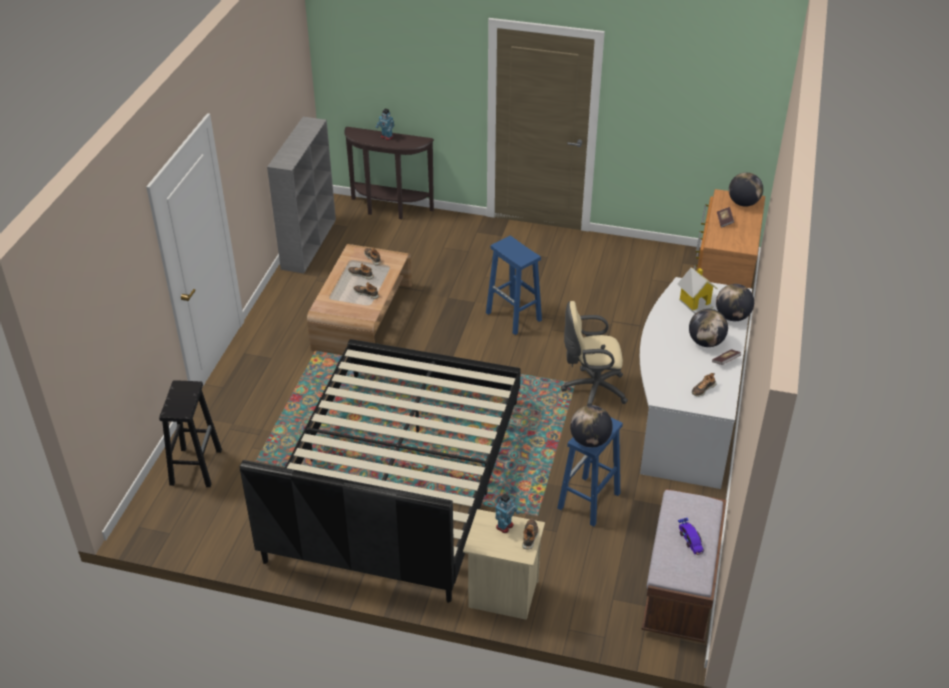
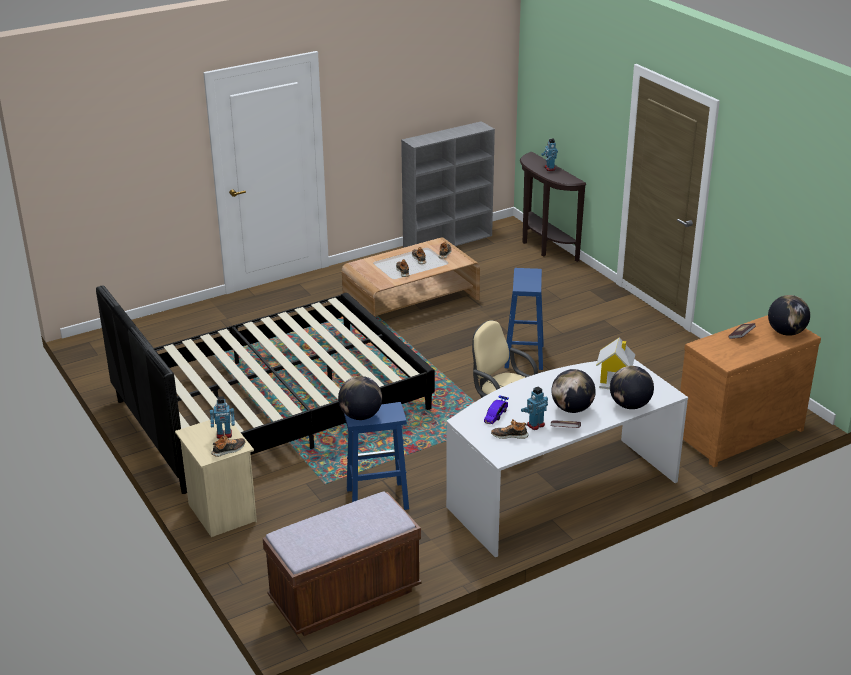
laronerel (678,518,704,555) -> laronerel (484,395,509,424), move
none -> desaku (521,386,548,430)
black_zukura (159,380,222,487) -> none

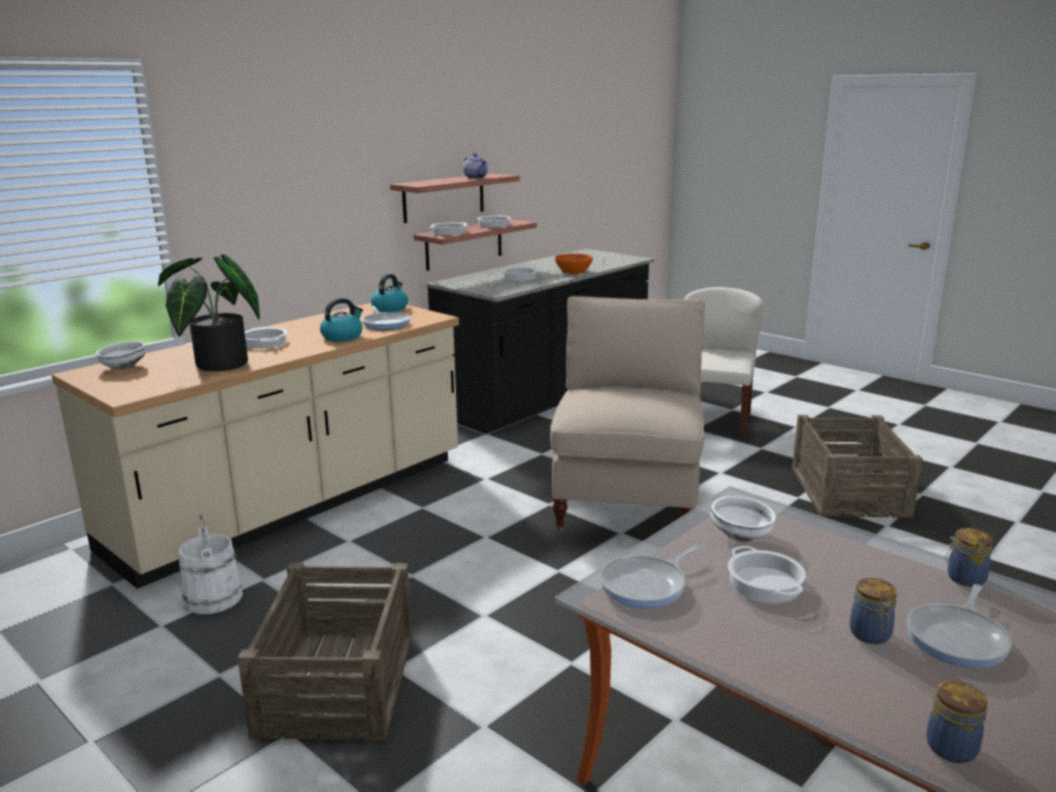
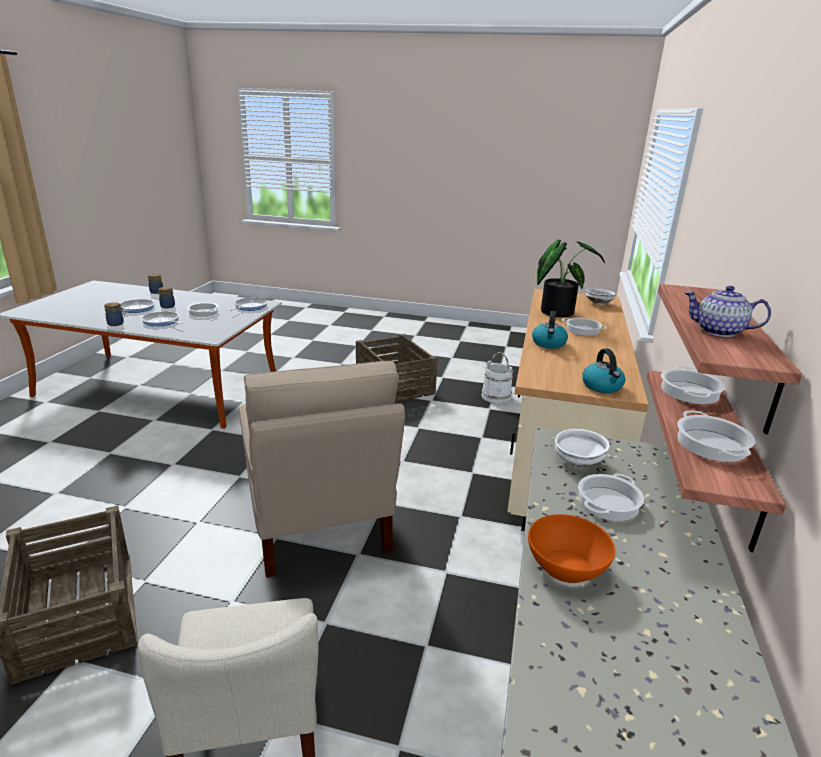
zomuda (362,306,410,330) -> zomuda (141,311,183,327), move
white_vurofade (710,496,776,542) -> white_vurofade (555,429,610,467), move

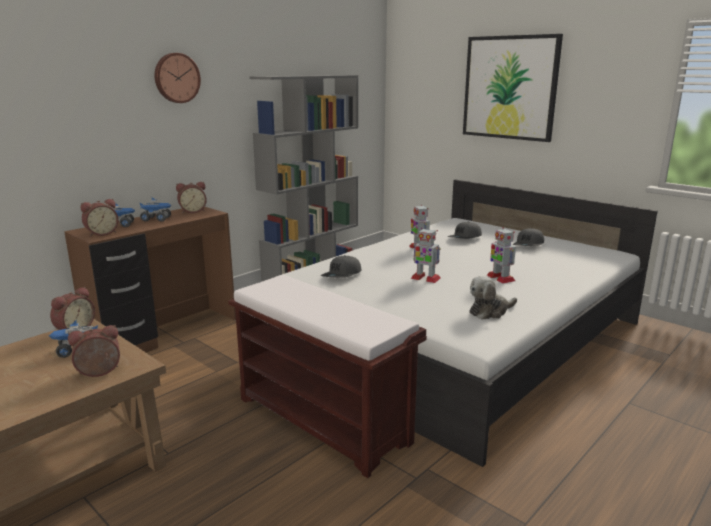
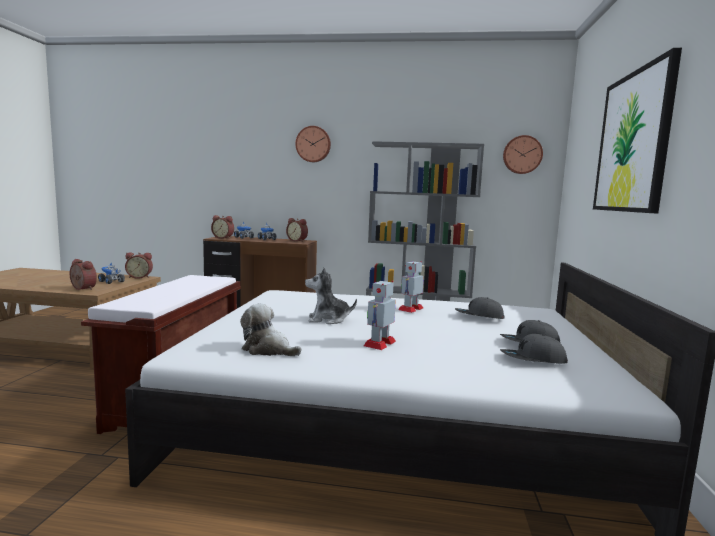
desaku (411,228,440,283) -> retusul (305,267,357,324)
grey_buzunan (321,255,362,278) -> grey_buzunan (500,334,568,363), move
none -> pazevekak (503,135,543,174)

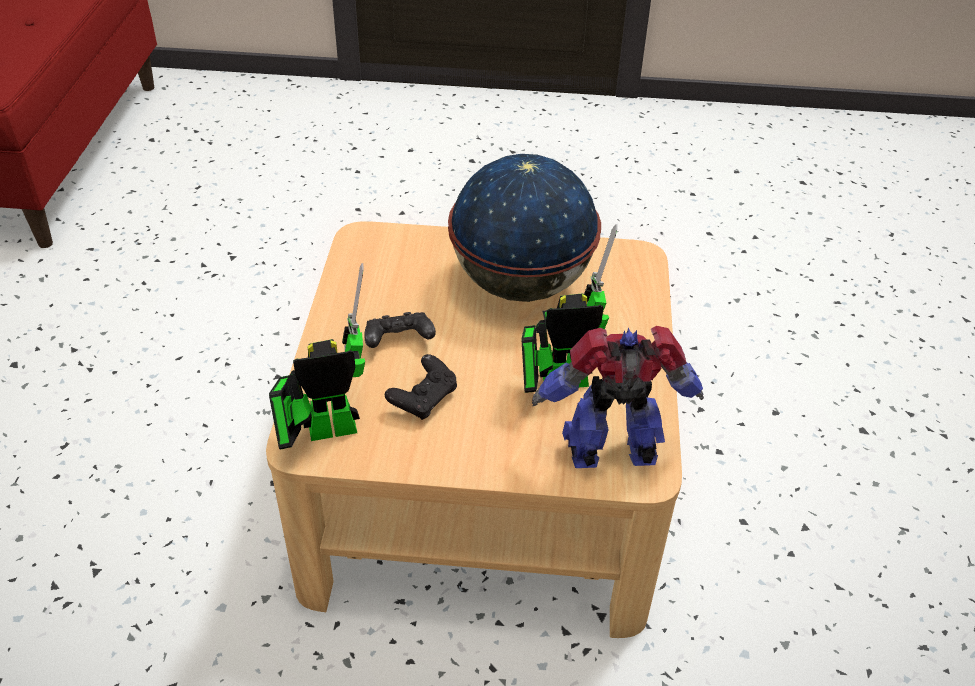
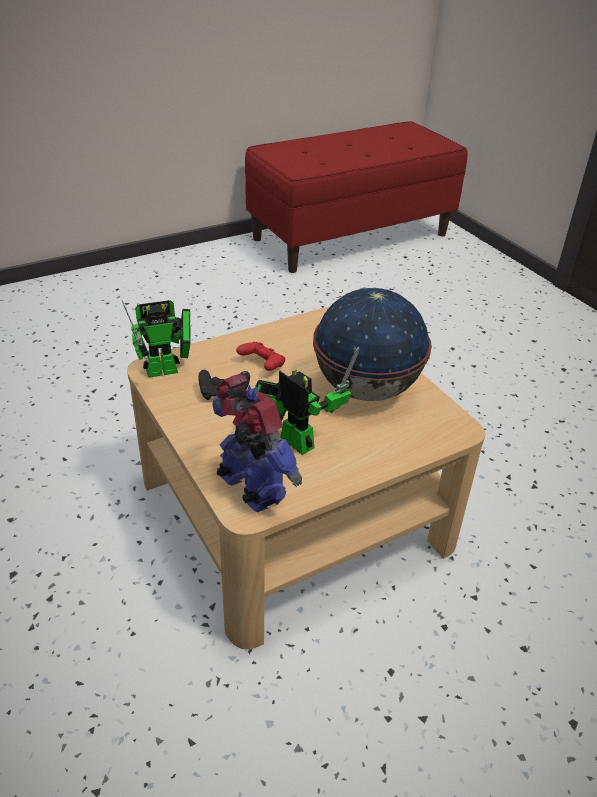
desaku (269,263,365,450) -> desaku (122,300,191,378), 120 degrees clockwise
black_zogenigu (364,312,436,348) -> red_zogenigu (236,342,285,371)

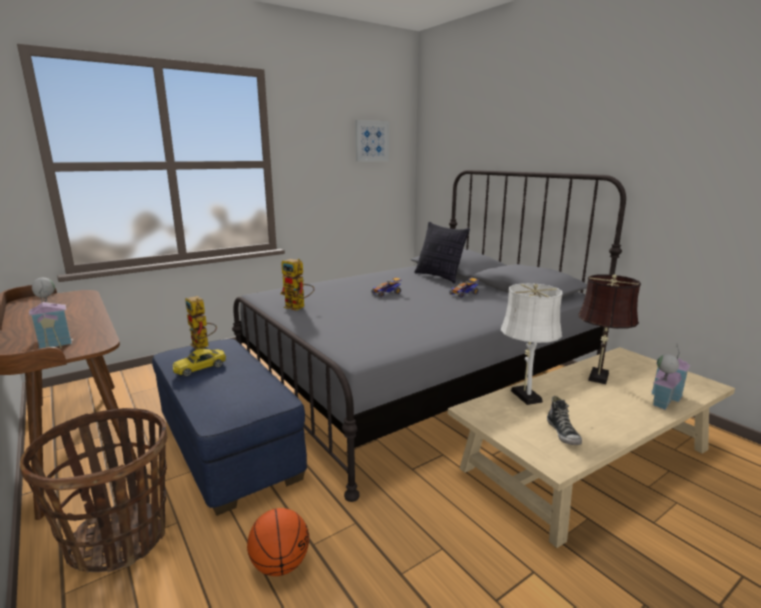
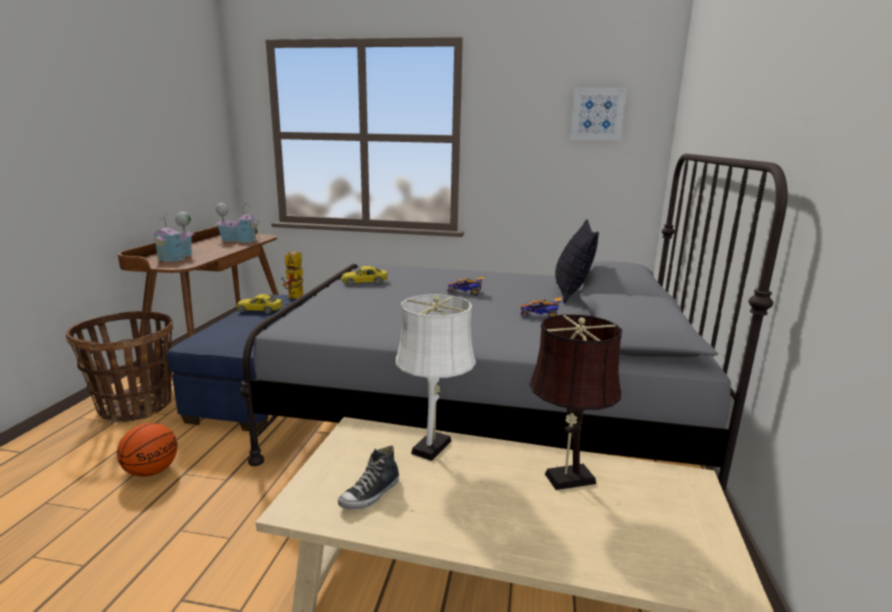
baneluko (651,344,690,410) -> baneluko (216,201,260,243), move
desaku (281,259,314,311) -> yellow_laronerel (341,266,387,286)

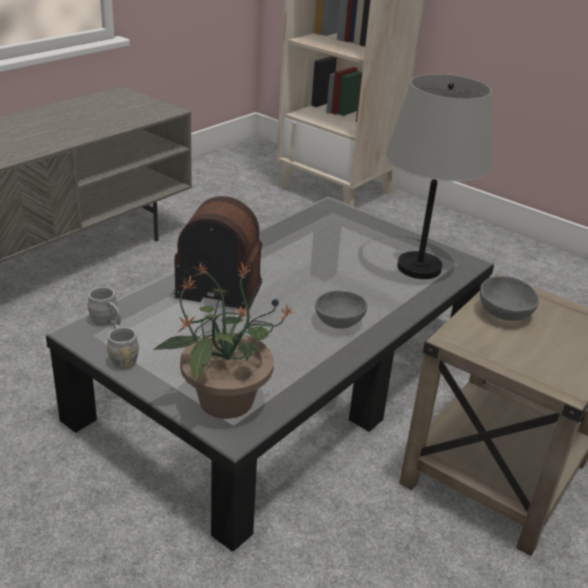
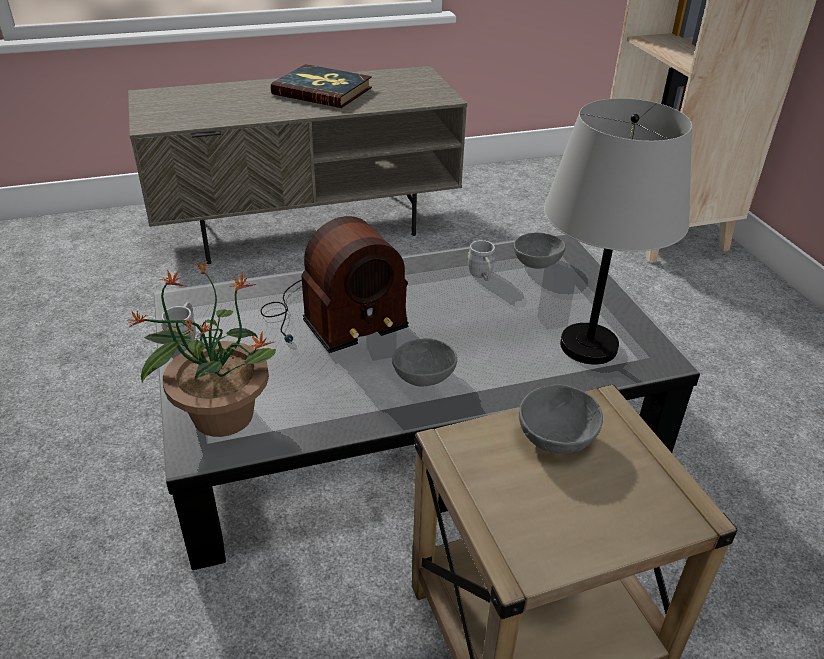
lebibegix (174,196,279,338) -> lebibegix (260,216,409,353), 105 degrees clockwise
none -> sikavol (271,64,372,108)
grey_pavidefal (87,287,121,326) -> grey_pavidefal (467,240,496,281), move
none -> grey_vurofade (514,232,566,269)

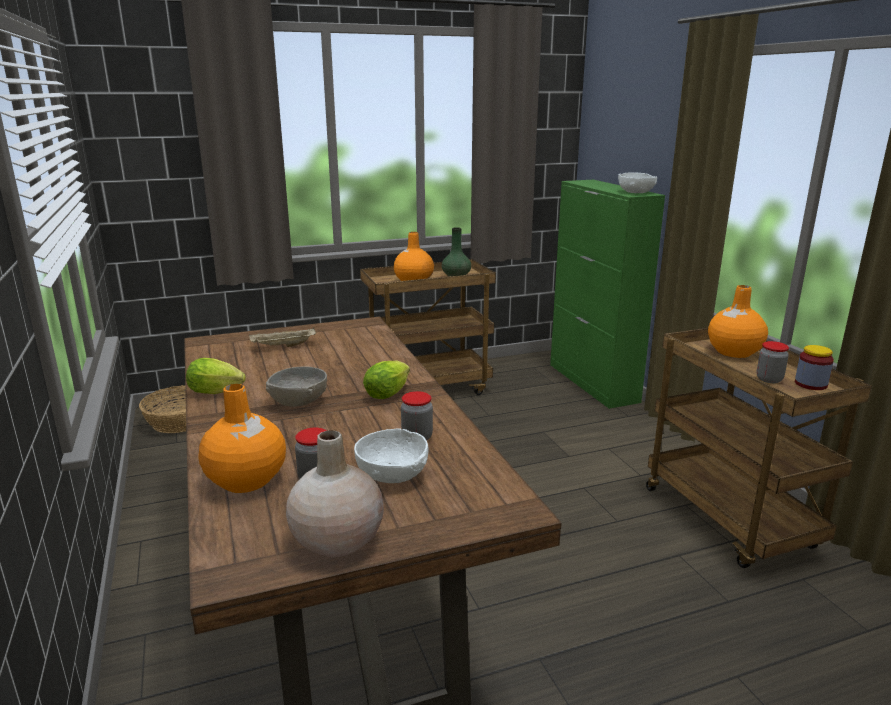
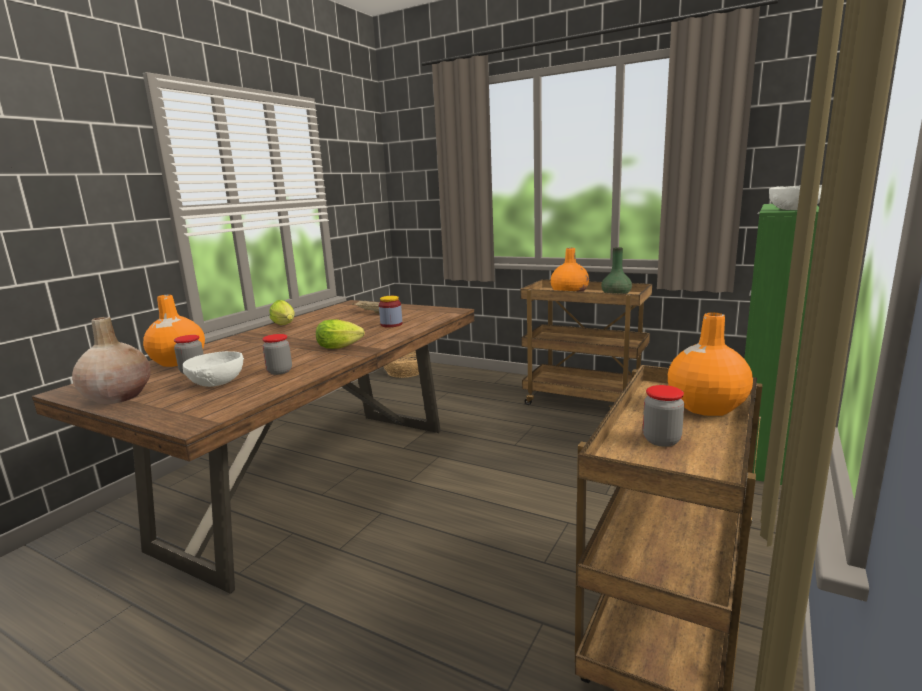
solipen (795,345,834,390) -> solipen (379,296,402,327), move
grey_vurofade (266,366,327,407) -> none

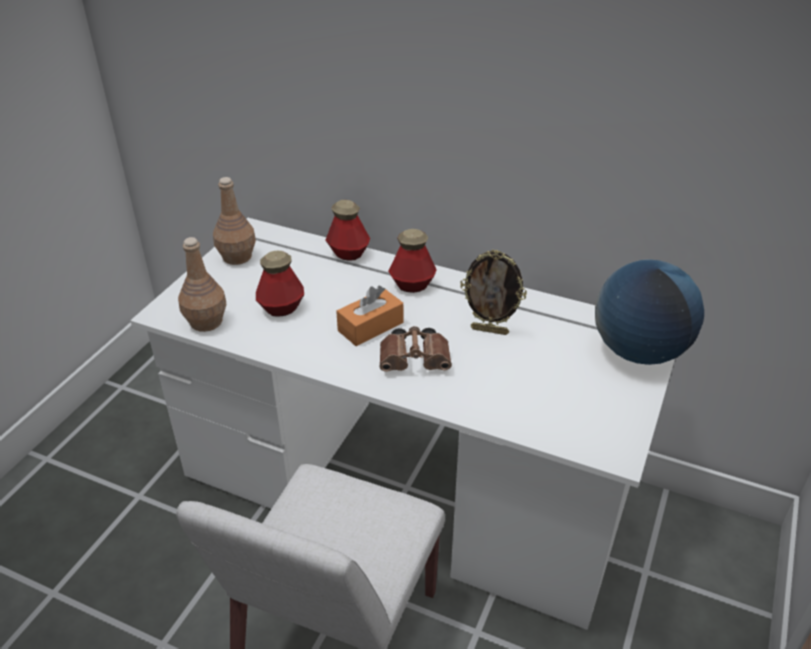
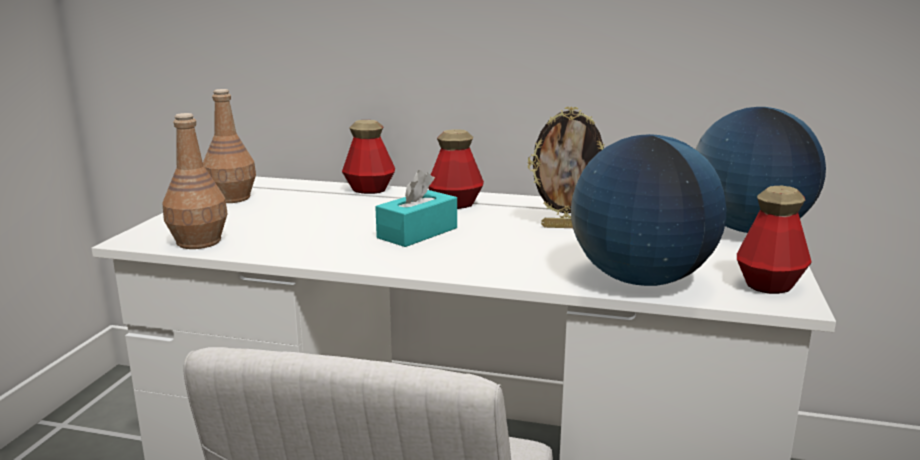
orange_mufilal (336,285,403,346) -> turquoise_mufilal (375,170,457,247)
none -> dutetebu (571,134,726,286)
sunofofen (256,251,304,317) -> sunofofen (737,186,812,294), move
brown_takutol (379,326,452,372) -> none

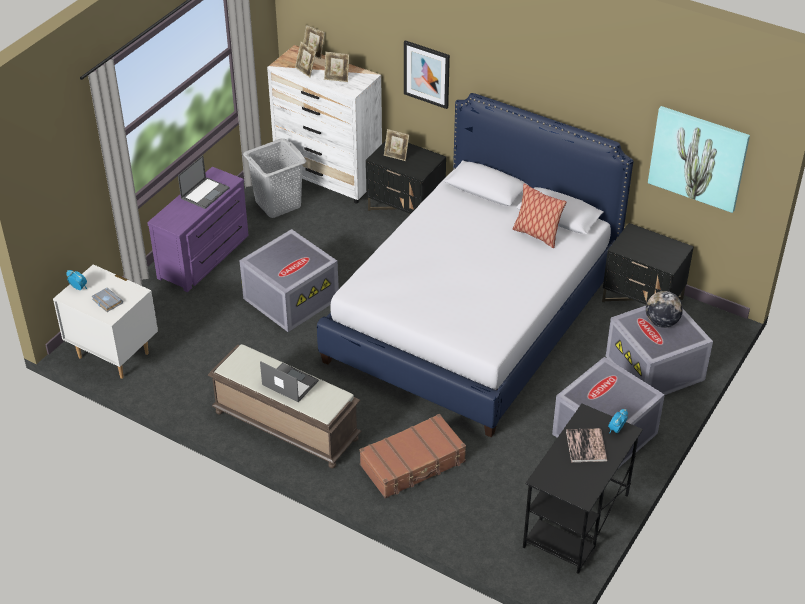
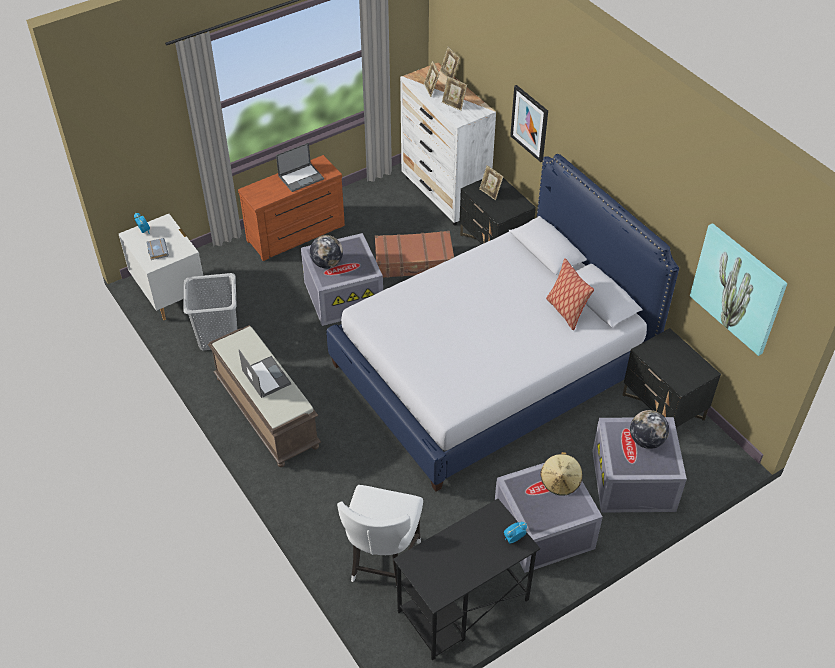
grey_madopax (243,138,306,218) -> grey_madopax (183,273,237,350), move
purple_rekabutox (147,167,249,292) -> brown_rekabutox (238,155,345,261)
none -> dutetebu (310,235,343,268)
none -> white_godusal (337,485,423,585)
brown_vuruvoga (359,414,466,498) -> brown_vuruvoga (375,231,454,278), move
none -> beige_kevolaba (541,452,582,496)
sikavol (566,428,607,463) -> none

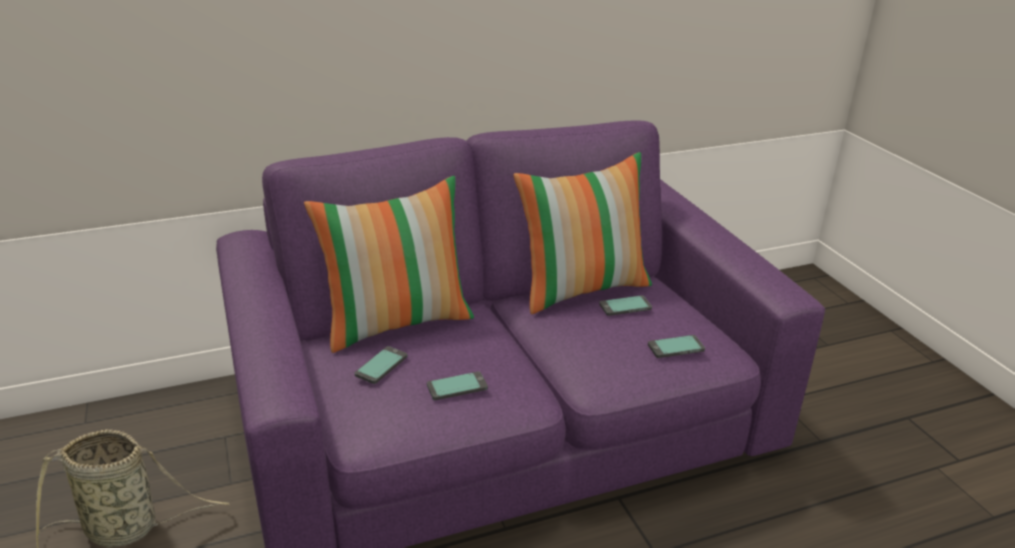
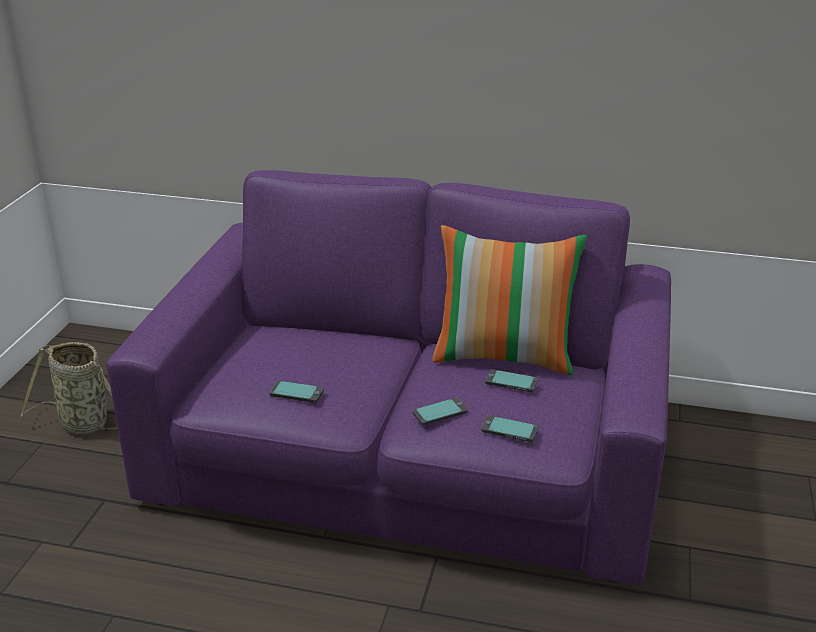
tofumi (355,346,407,384) -> tofumi (412,398,468,425), move
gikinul (304,176,474,353) -> none

